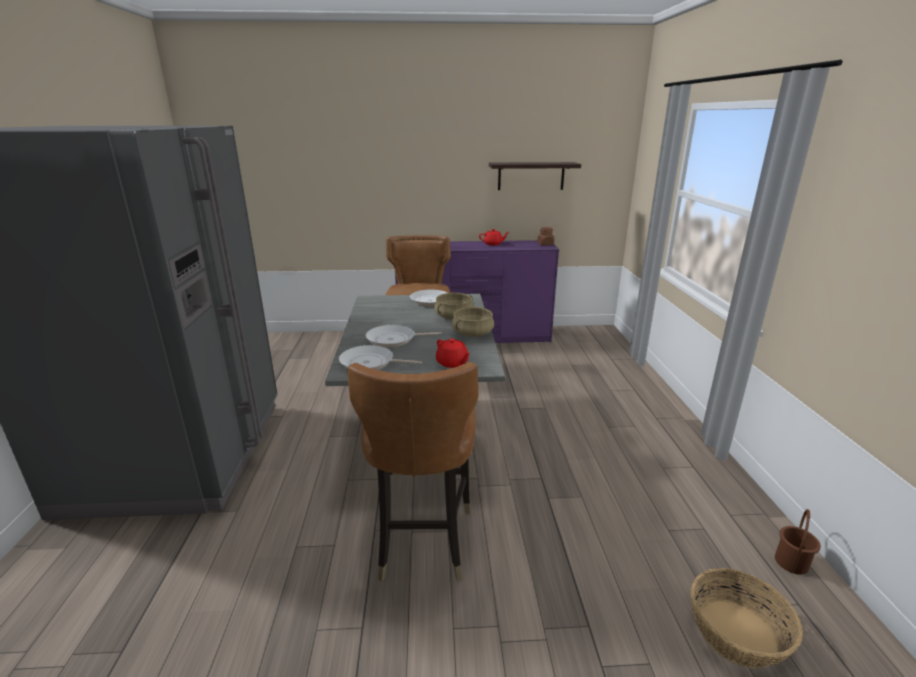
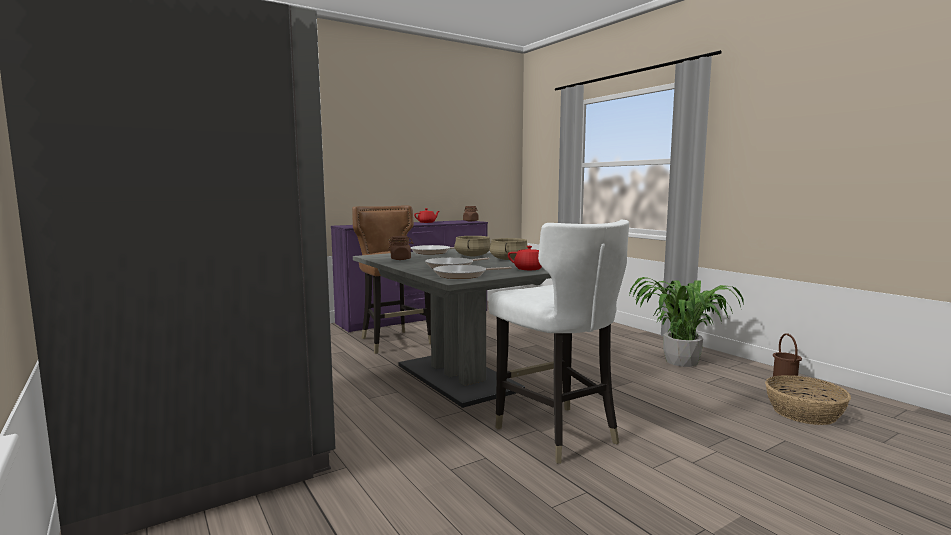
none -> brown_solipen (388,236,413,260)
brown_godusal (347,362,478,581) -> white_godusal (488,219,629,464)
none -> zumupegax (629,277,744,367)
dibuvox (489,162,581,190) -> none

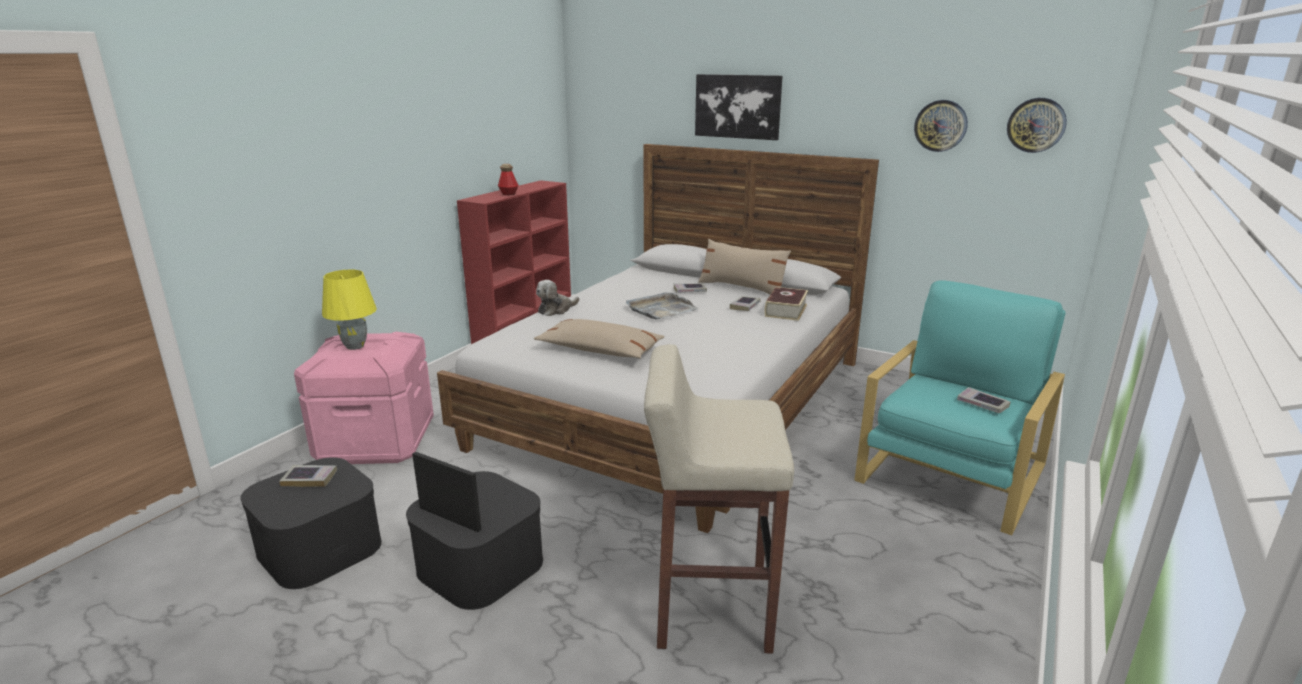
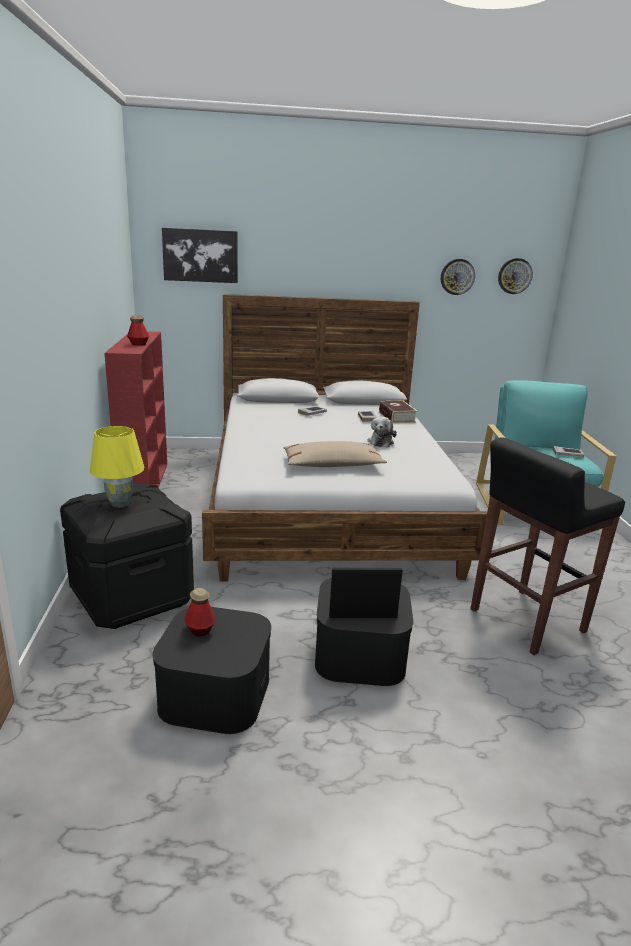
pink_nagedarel (294,332,434,464) -> black_nagedarel (60,484,194,629)
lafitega (695,74,783,140) -> lafitega (162,228,238,283), move
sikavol (279,465,337,487) -> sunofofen (184,588,216,636)
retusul (536,280,579,316) -> retusul (368,417,397,448), move
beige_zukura (644,344,794,654) -> black_zukura (470,437,625,655)
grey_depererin (626,292,699,320) -> none
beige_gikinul (698,239,791,295) -> none

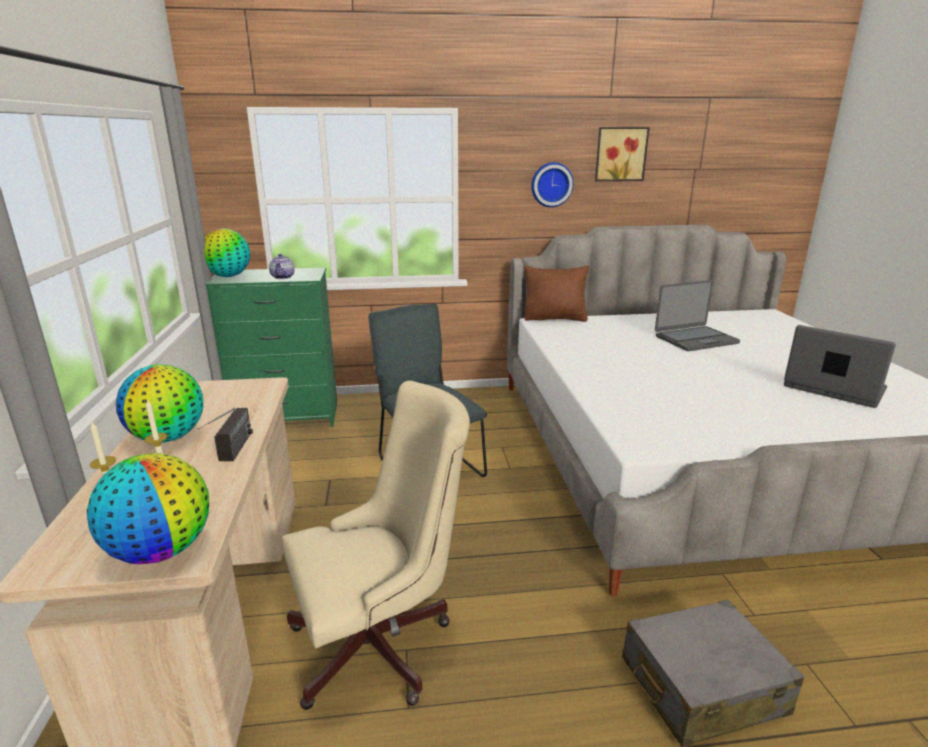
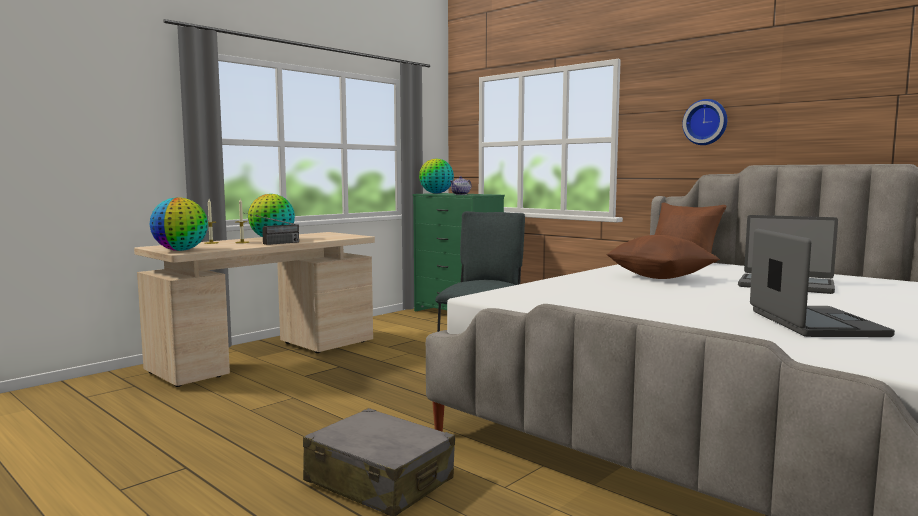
none -> brown_gikinul (606,235,720,279)
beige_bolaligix (282,381,470,710) -> none
lafitega (595,127,650,181) -> none

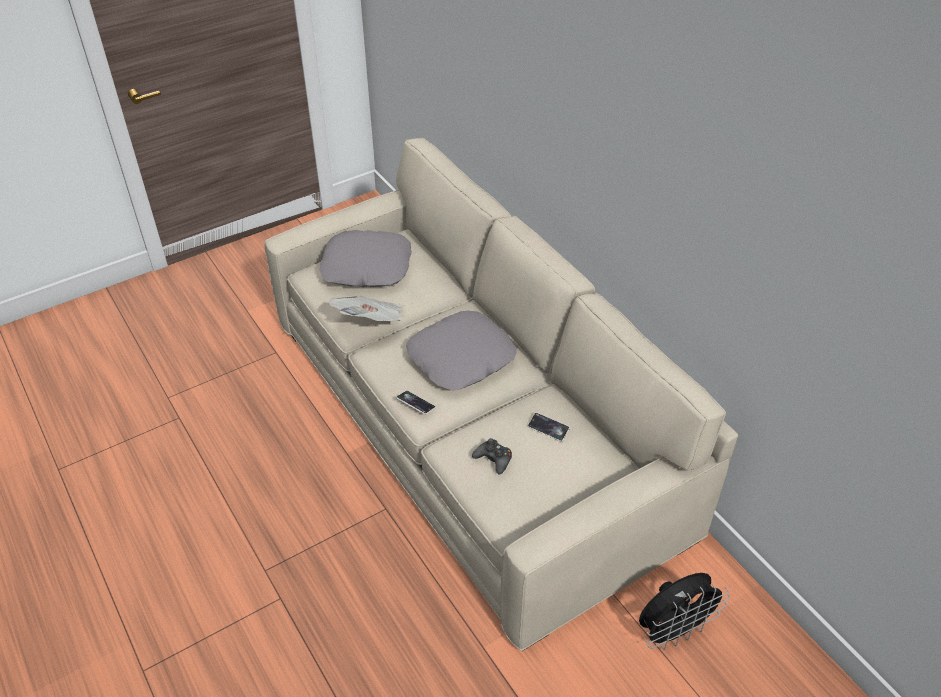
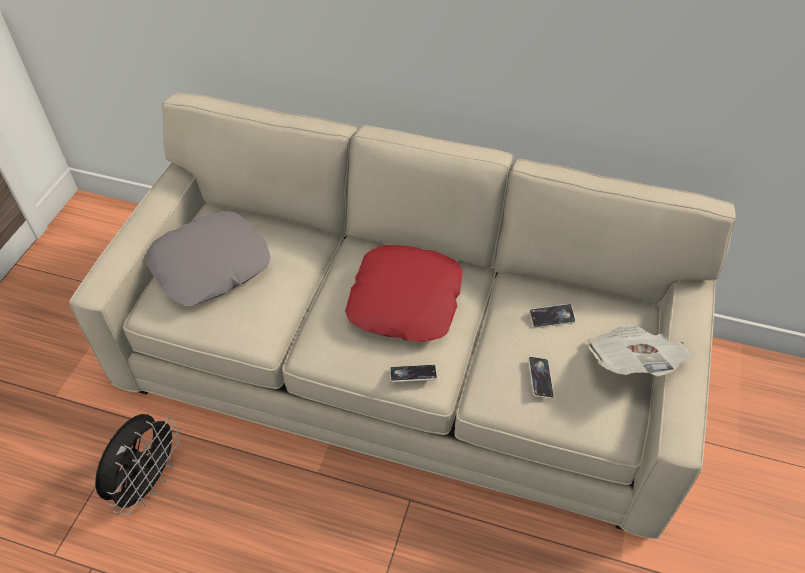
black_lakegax (639,573,730,650) -> black_lakegax (95,414,180,515), move
grey_gikinul (406,311,517,390) -> red_gikinul (345,245,463,342)
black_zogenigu (472,438,512,475) -> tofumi (528,357,554,399)
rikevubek (329,296,403,321) -> rikevubek (587,323,693,376), move

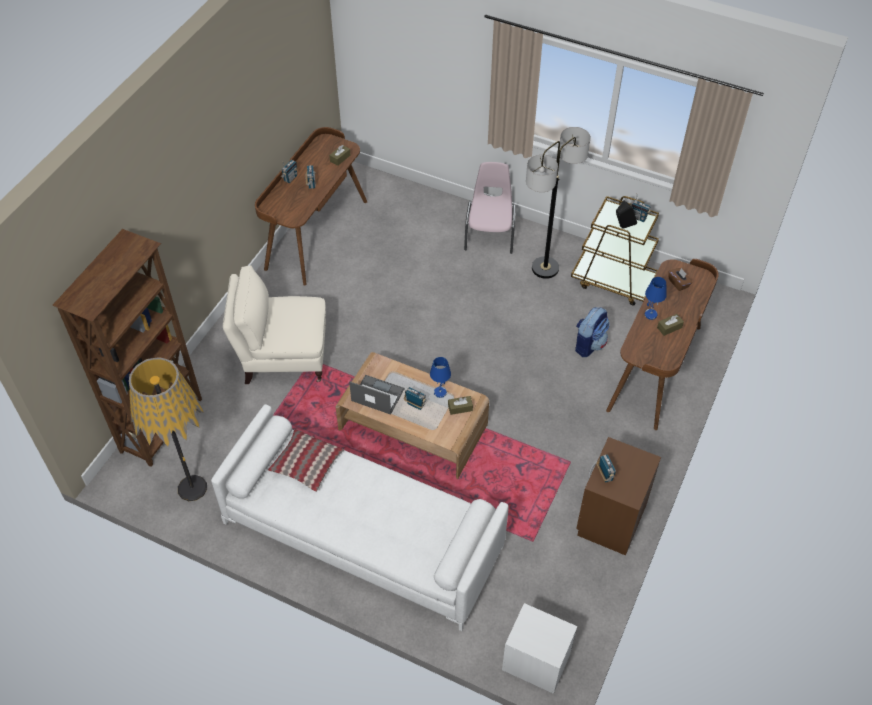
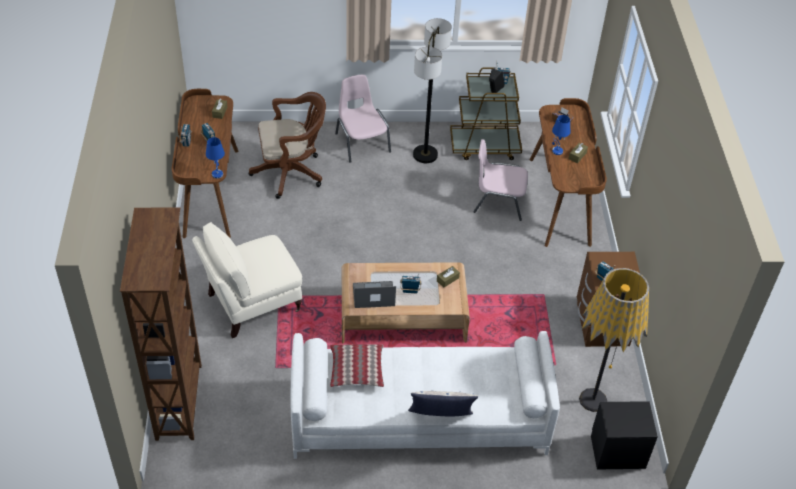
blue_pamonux (430,357,451,398) -> blue_pamonux (206,137,225,178), move
none -> brown_bolaligix (249,92,326,199)
none -> gikinul (408,390,478,416)
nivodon (575,307,610,357) -> pink_godusal (473,139,528,221)
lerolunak (129,357,207,501) -> lerolunak (579,268,649,412), move
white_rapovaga (502,603,578,694) -> black_rapovaga (591,401,658,470)

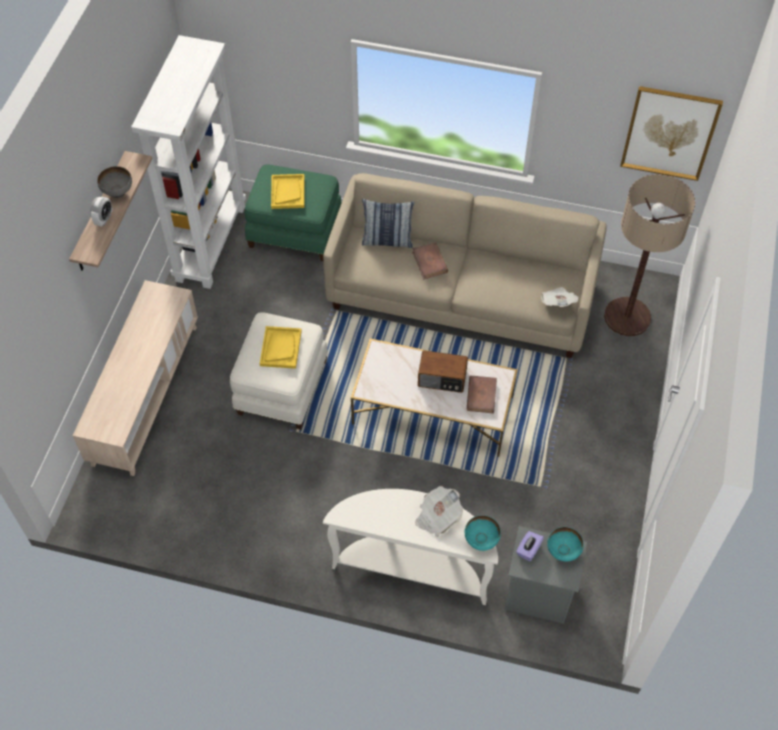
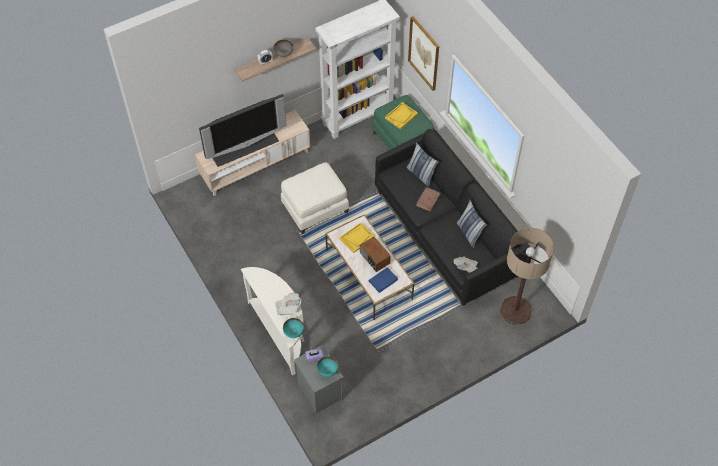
none -> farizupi (199,94,287,167)
yellow_depererin (260,326,302,369) -> yellow_depererin (339,222,375,253), move
brown_sikavol (467,376,497,413) -> blue_sikavol (369,267,398,293)
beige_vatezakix (323,173,607,358) -> black_vatezakix (375,129,530,306)
lafitega (620,86,723,181) -> lafitega (408,16,439,91), move
none -> gikinul (457,200,487,248)

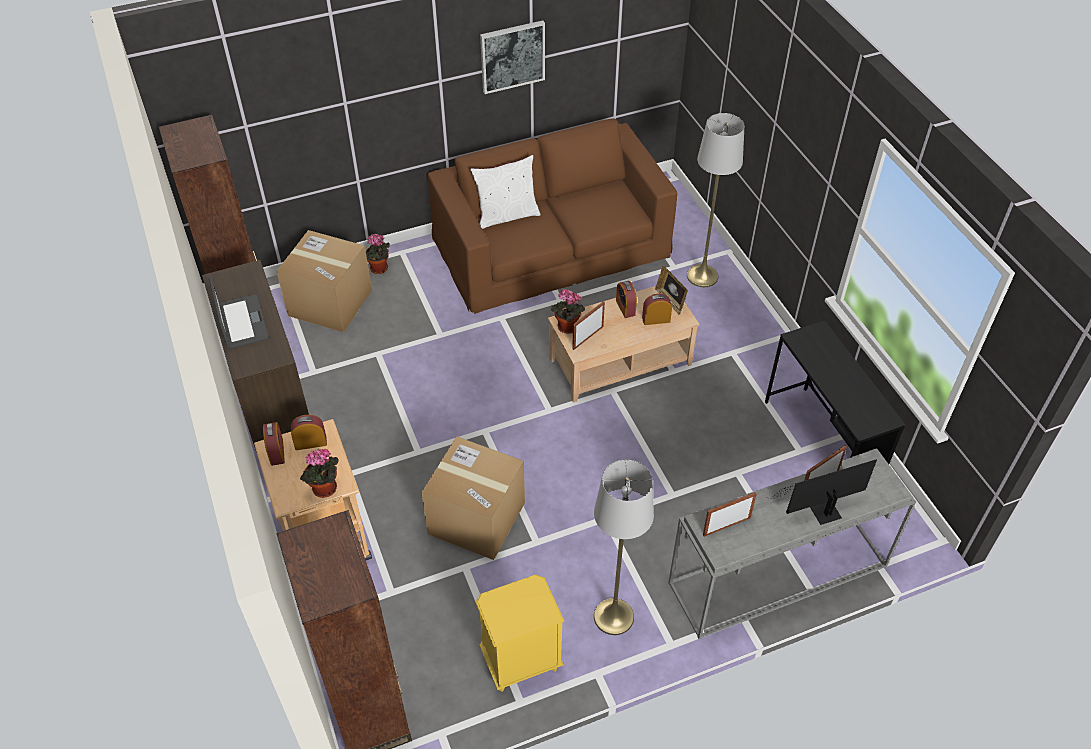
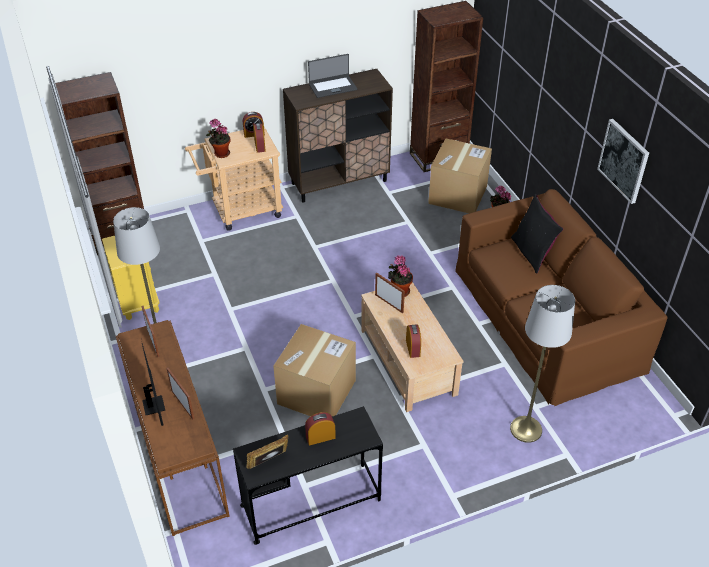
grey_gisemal (668,448,916,639) -> brown_gisemal (116,320,230,536)
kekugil (655,266,688,315) -> kekugil (246,434,288,469), move
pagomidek (421,436,525,560) -> pagomidek (273,324,356,416), move
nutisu (616,281,637,318) -> nutisu (305,412,336,445), move
white_gikinul (470,155,540,229) -> black_gikinul (511,194,563,274)

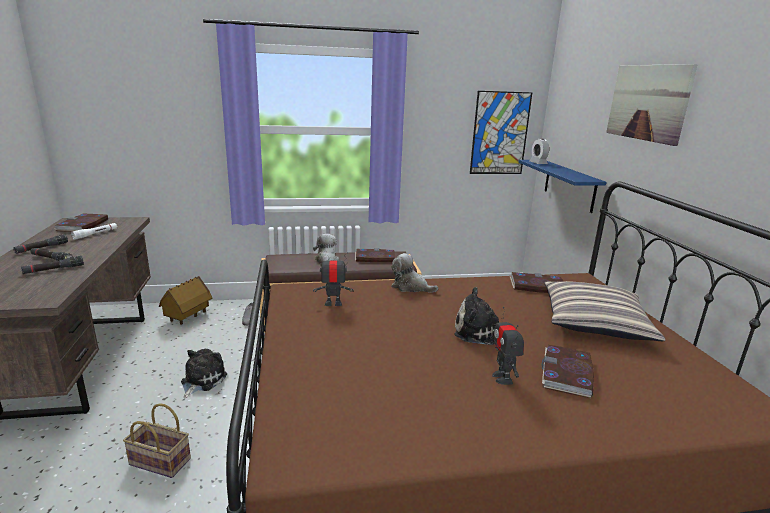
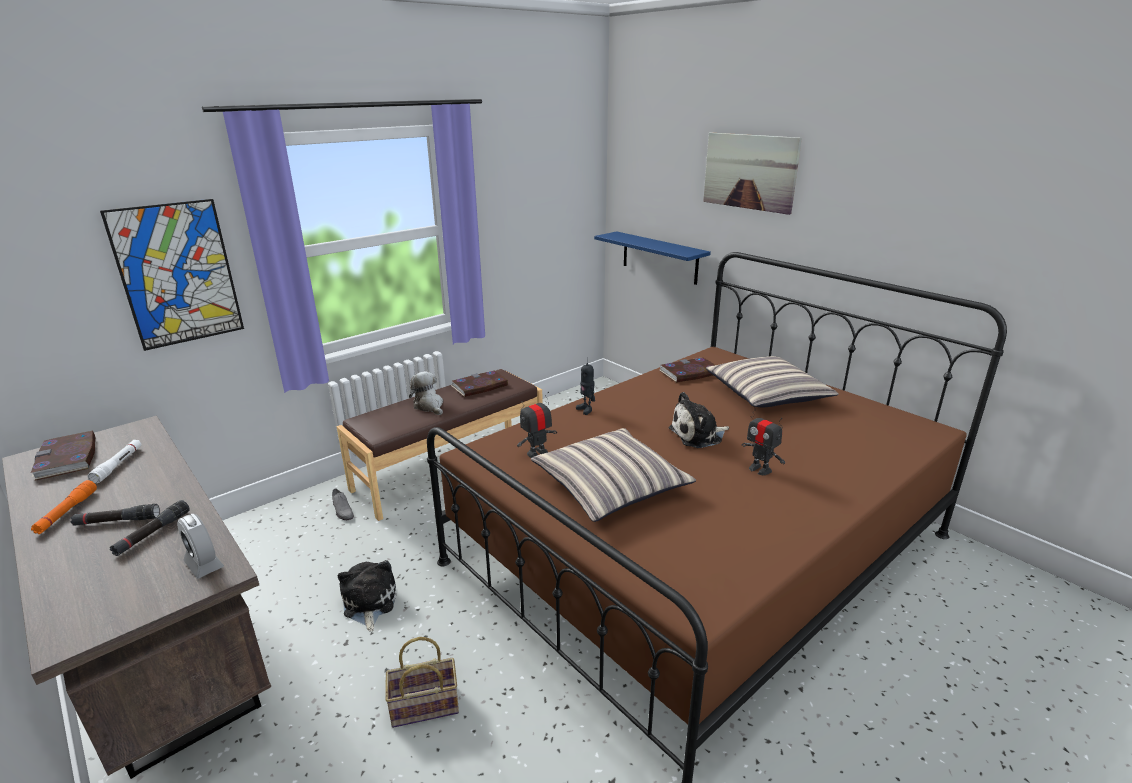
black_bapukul (13,235,68,254) -> orange_bapukul (31,480,97,534)
lafitega (470,91,532,174) -> lafitega (100,199,244,351), move
nutisu (530,138,549,164) -> nutisu (177,514,224,578), move
none -> gikinul (531,428,696,522)
retusul (391,253,438,293) -> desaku (576,358,595,415)
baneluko (159,276,213,325) -> none
sikavol (542,345,594,398) -> none

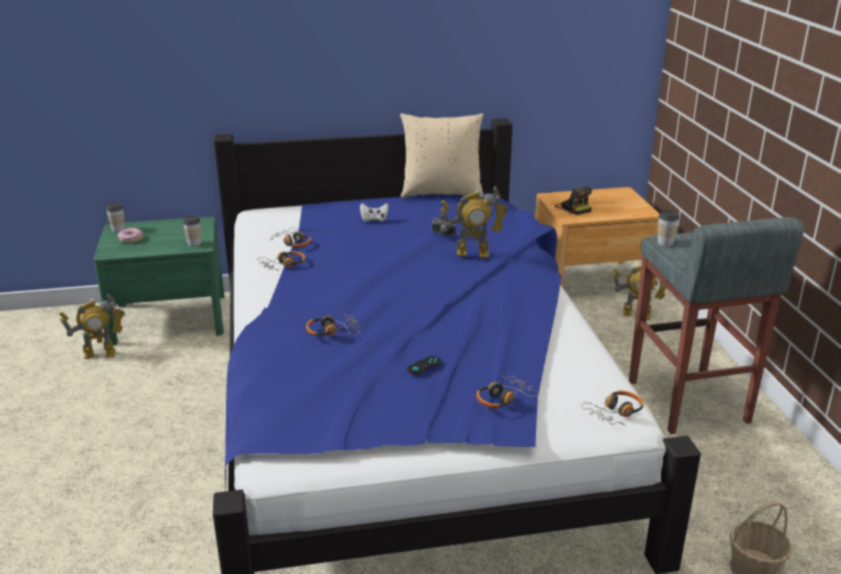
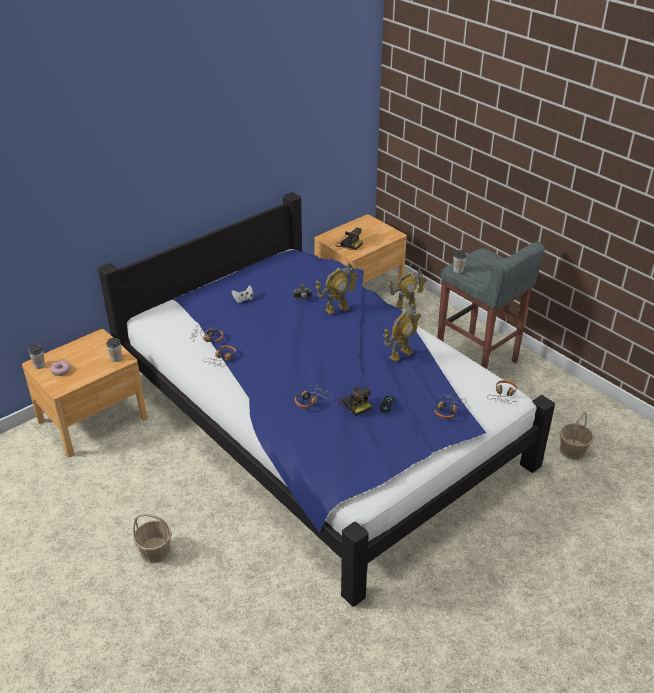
green_rapovaga (94,217,225,345) -> brown_rapovaga (22,329,147,457)
none -> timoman (133,513,172,563)
none -> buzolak (337,386,371,416)
desaku (59,293,125,359) -> desaku (383,303,421,362), move
beige_gikinul (400,113,484,198) -> none

